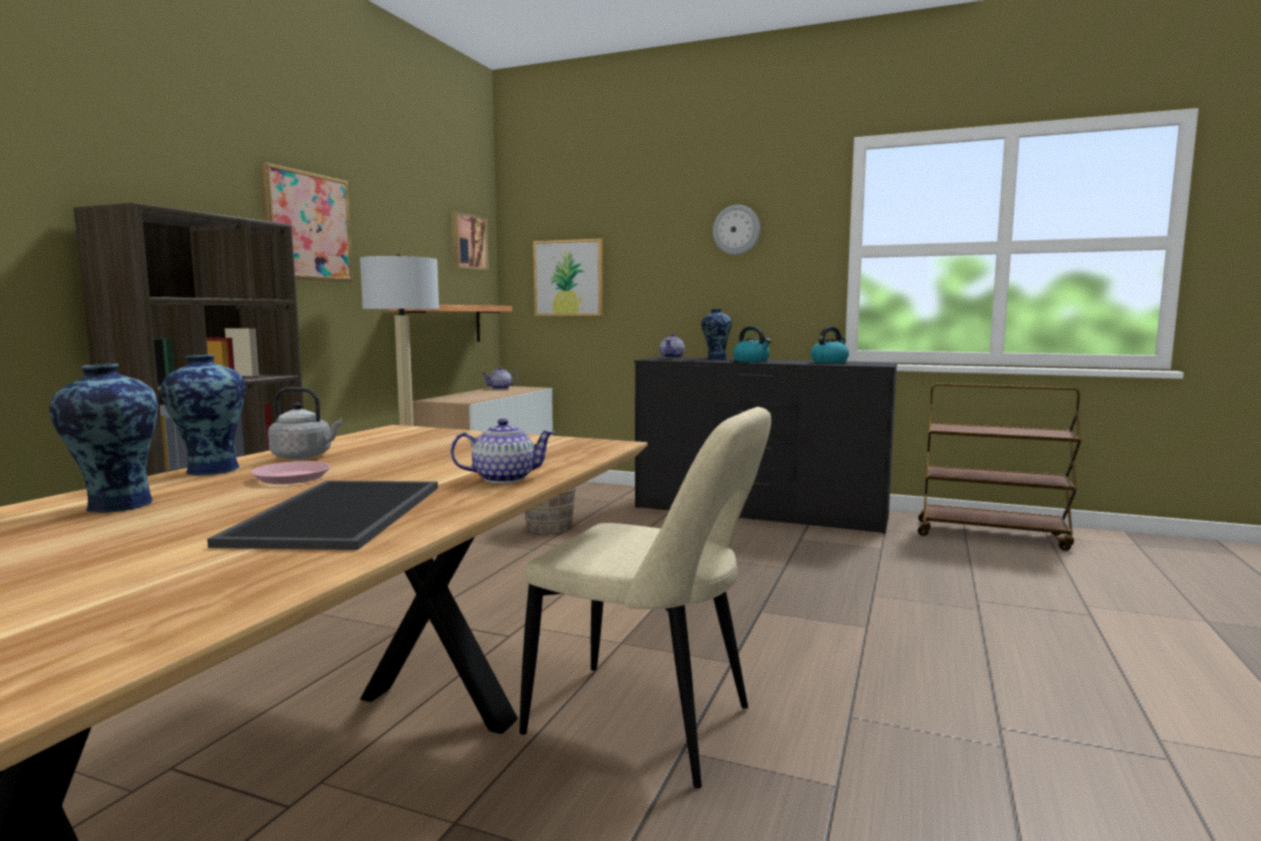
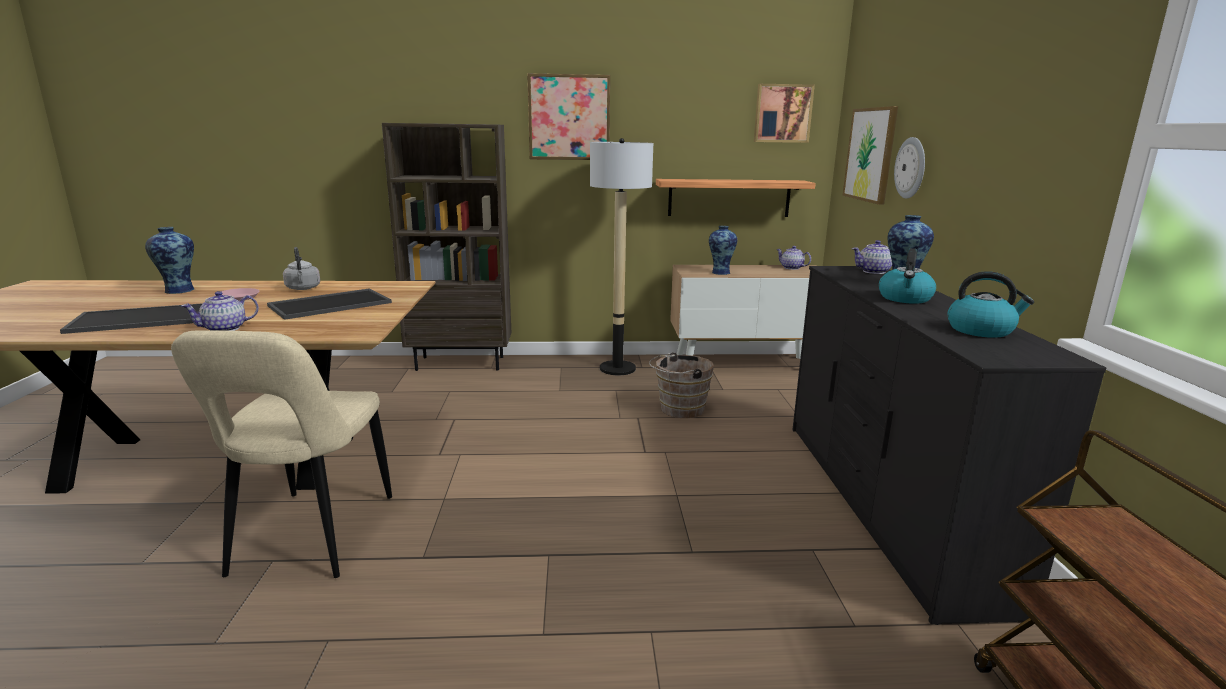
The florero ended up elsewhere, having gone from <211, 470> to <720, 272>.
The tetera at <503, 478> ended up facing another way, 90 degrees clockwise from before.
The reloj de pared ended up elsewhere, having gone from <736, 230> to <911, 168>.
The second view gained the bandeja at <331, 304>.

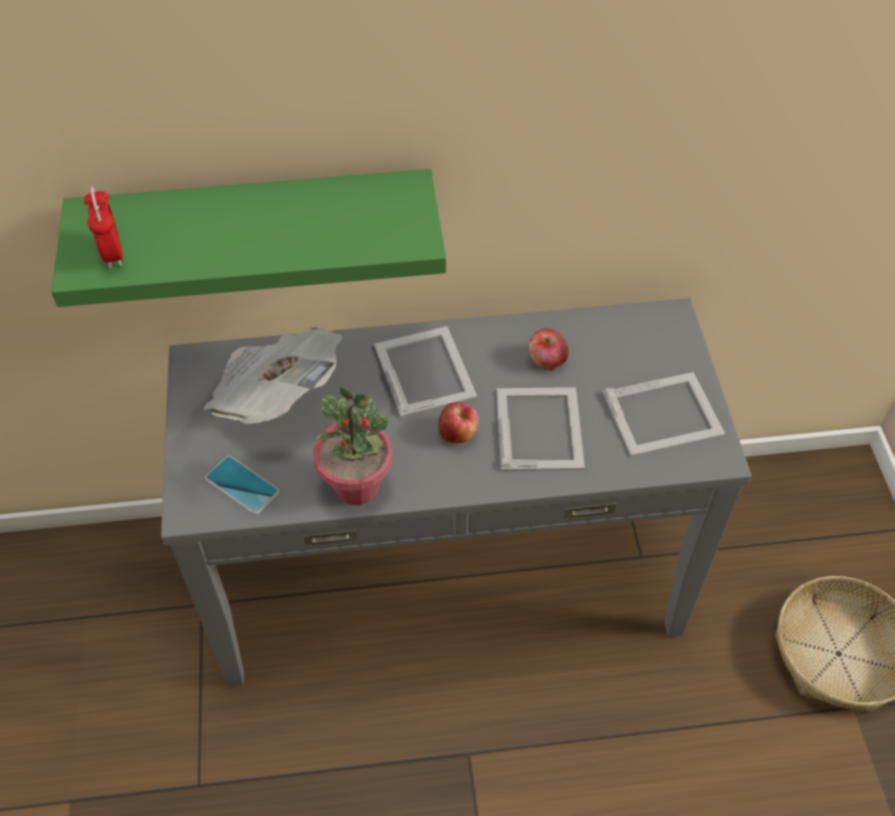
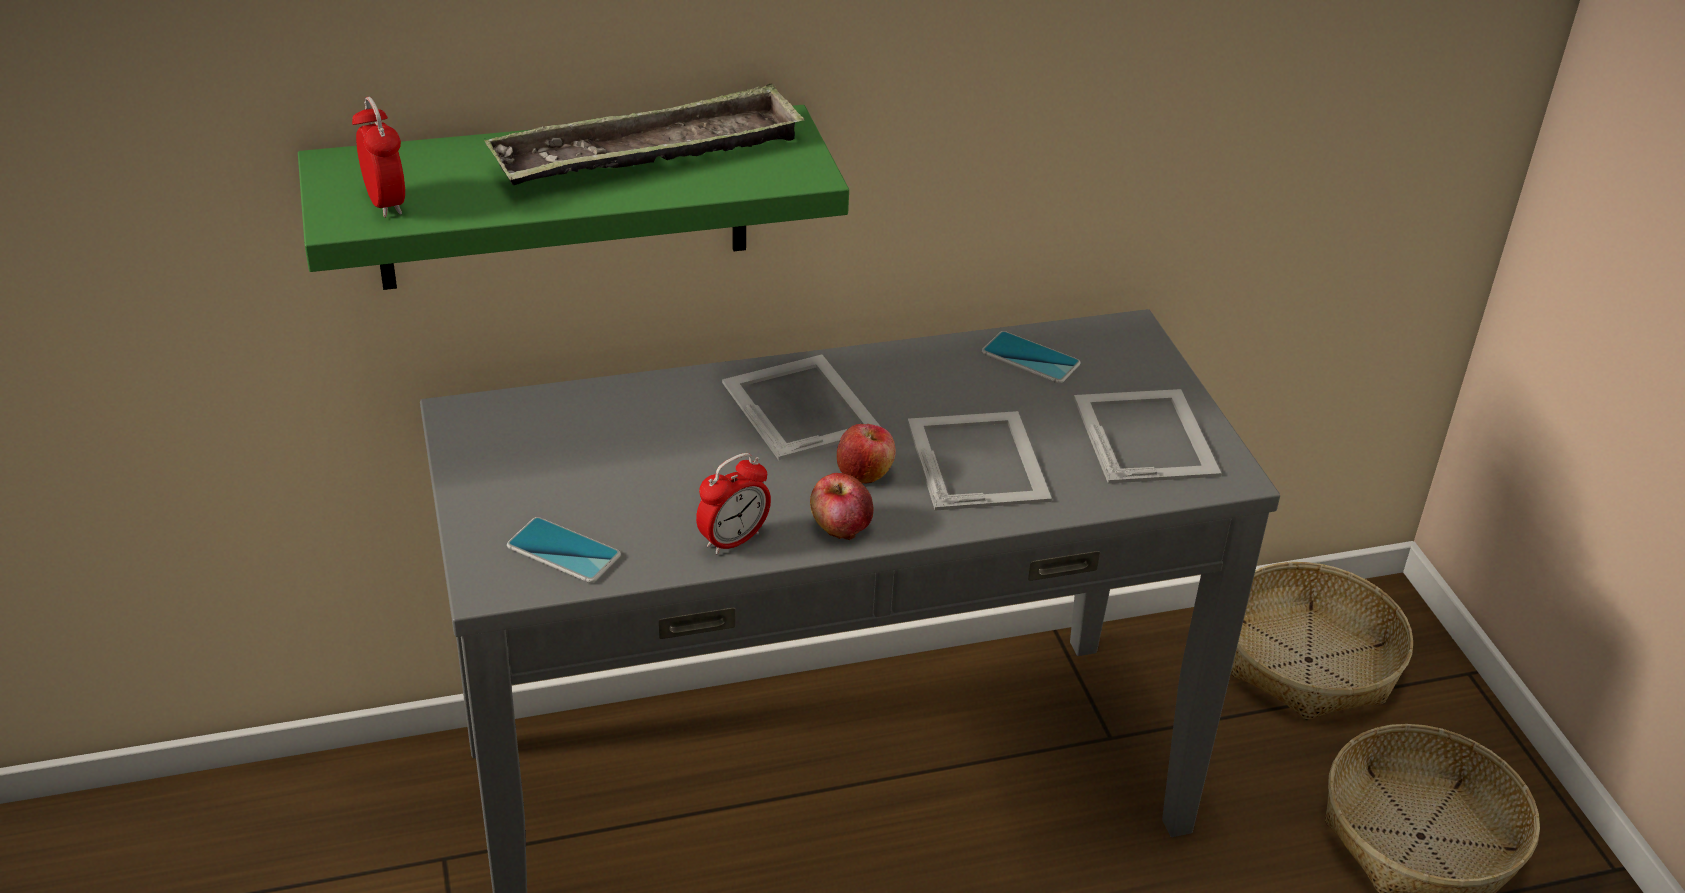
The second view lost the periódico at <276, 396>.
Where the planta en maceta stood at <357, 485>, the despertador came to stand at <733, 540>.
The manzana ended up elsewhere, having gone from <546, 360> to <840, 526>.
The portarretratos at <664, 414> ended up facing another way, 75 degrees counterclockwise from before.
The second view gained the bandeja at <649, 154>.
The second view gained the móvil at <1030, 359>.
The second view gained the cesta at <1309, 661>.

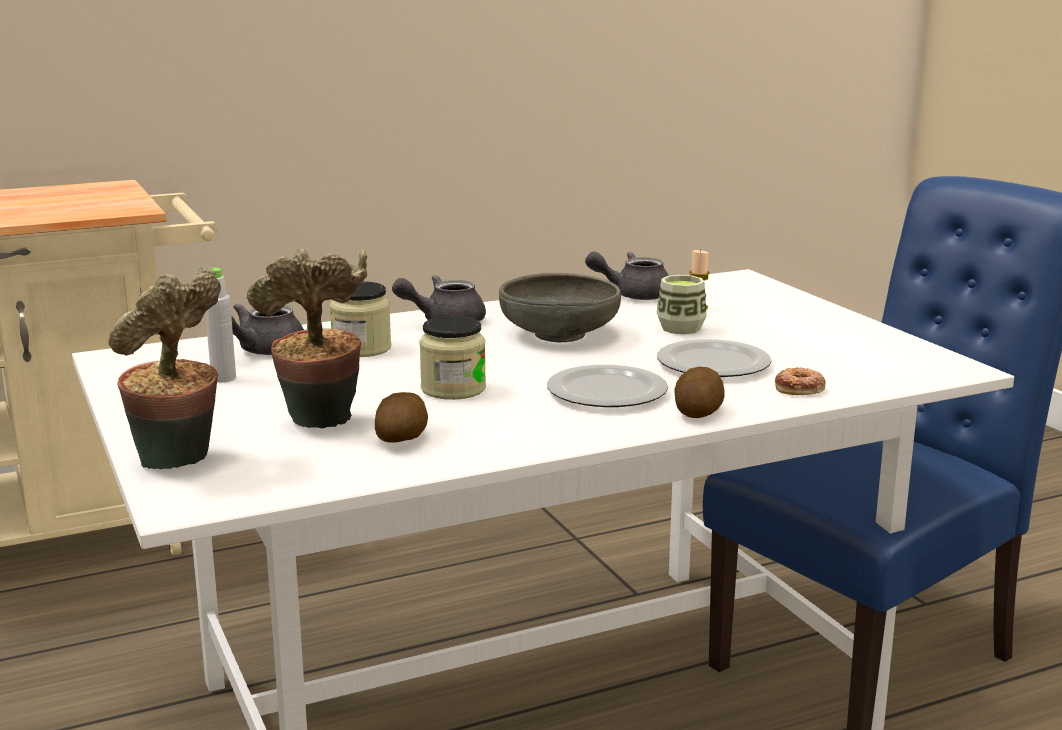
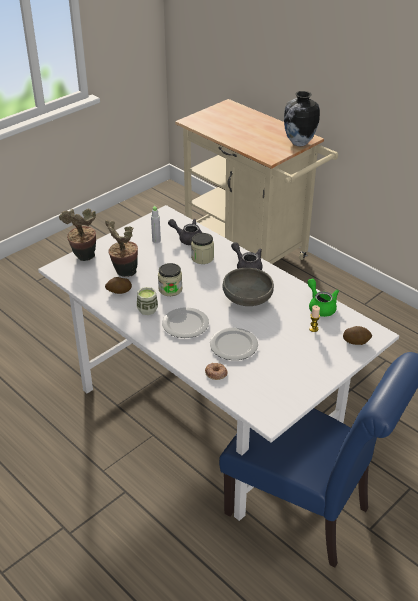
What was the tetera (gris) at <632, 295> turned into the tetera (verde) at <320, 306>.
The taza ended up elsewhere, having gone from <680, 328> to <147, 310>.
The patata ended up elsewhere, having gone from <698, 412> to <356, 341>.
The second view gained the florero at <299, 143>.

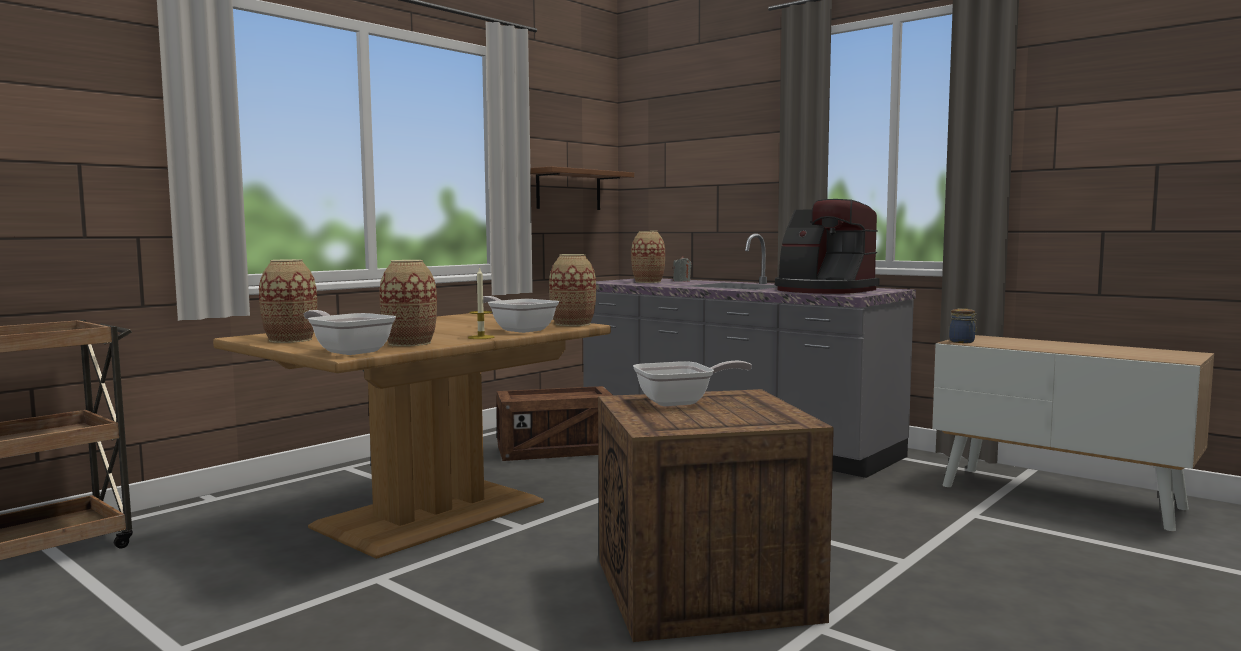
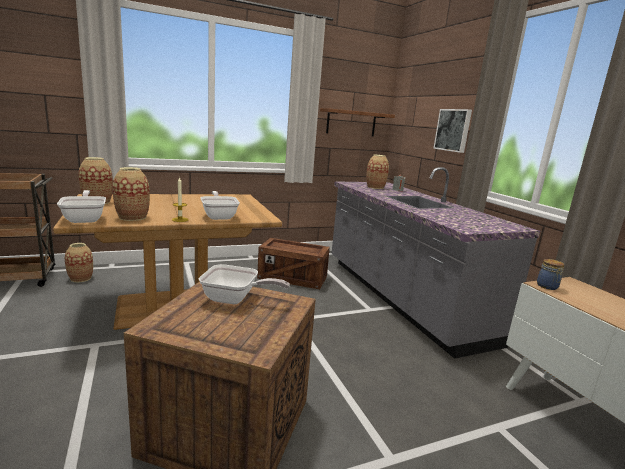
The florero ended up elsewhere, having gone from <573, 324> to <81, 278>.
The second view lost the cafetera at <823, 290>.
The second view gained the cuadro at <453, 130>.

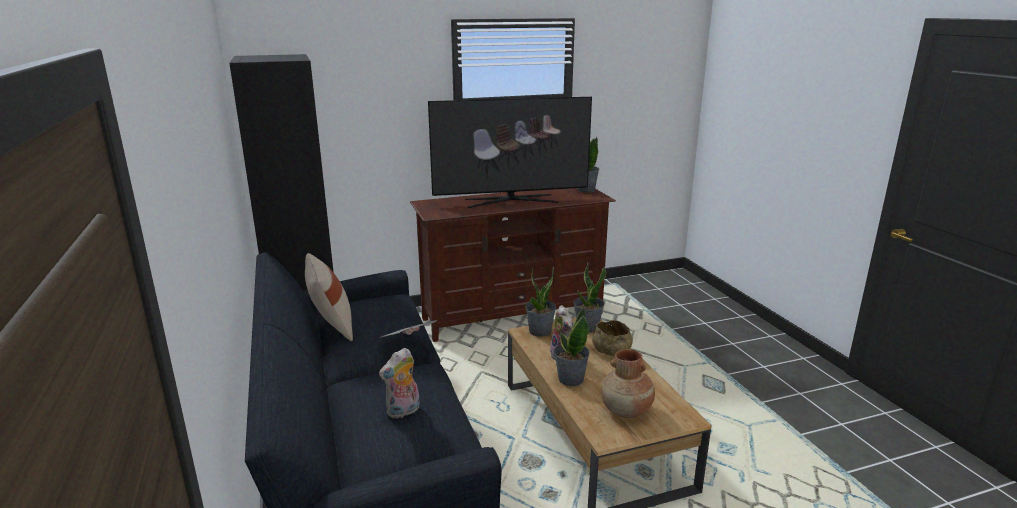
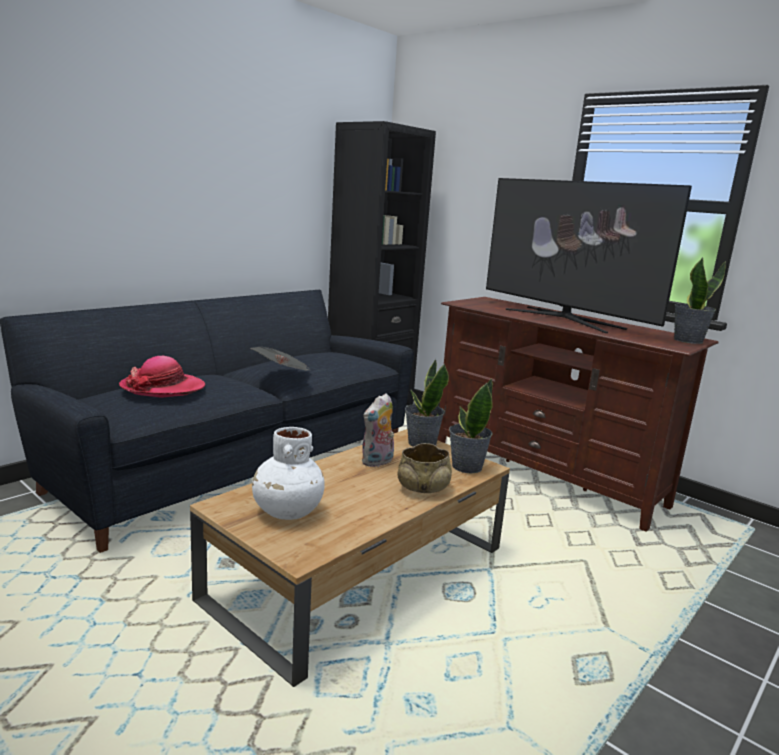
The second view lost the cojín (beis) at <331, 327>.
Where the peluche stood at <403, 412>, the sombrero came to stand at <163, 388>.
The second view lost the planta en maceta at <570, 379>.
What was the florero (marrón) at <626, 410> turned into the florero (blanco) at <287, 512>.

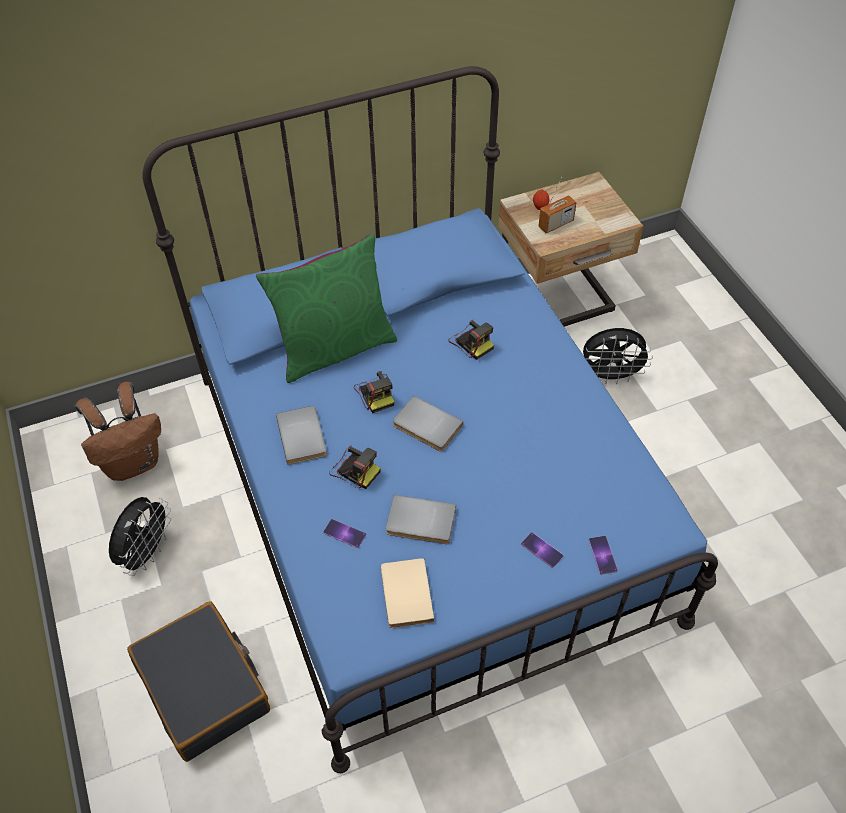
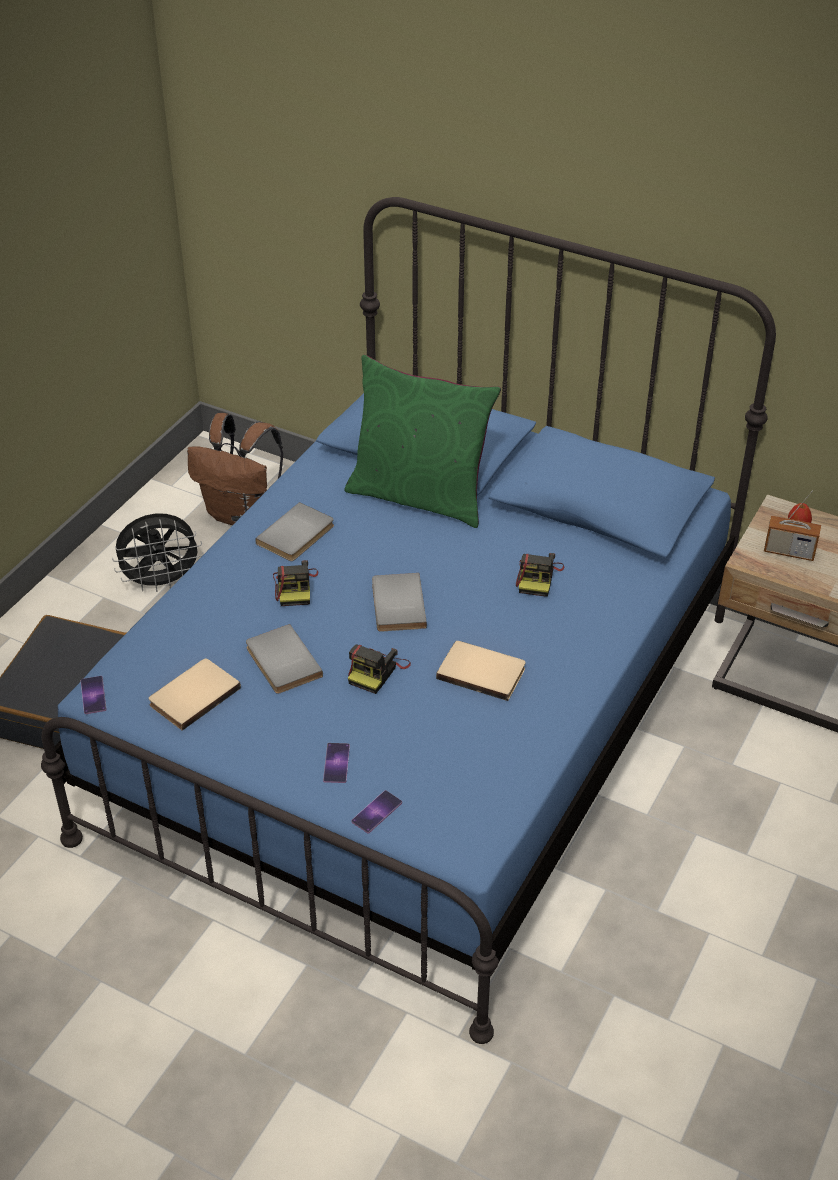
The móvil ended up elsewhere, having gone from <344, 533> to <93, 695>.
The cámara ended up elsewhere, having gone from <375, 393> to <377, 671>.
The second view lost the ventilador (negro) at <610, 376>.
The second view gained the libro (beis) at <482, 671>.

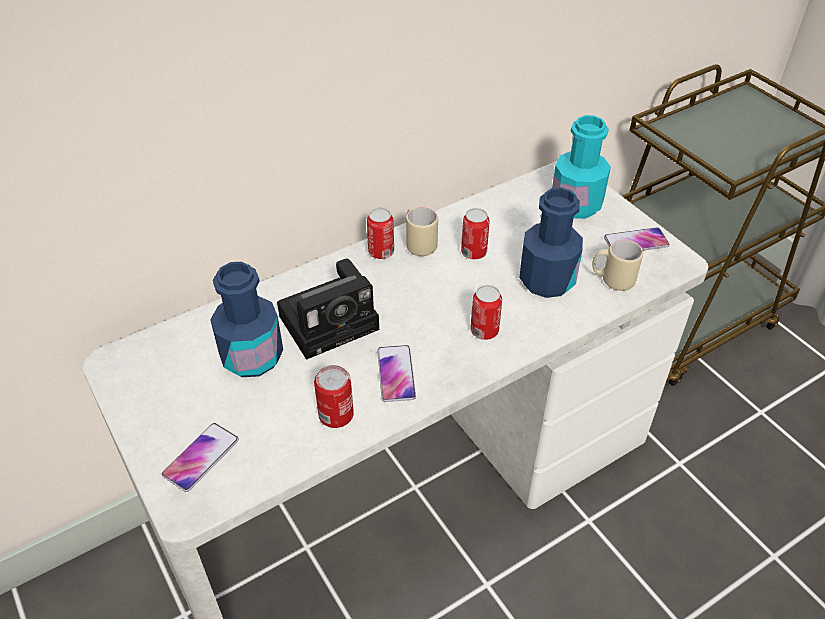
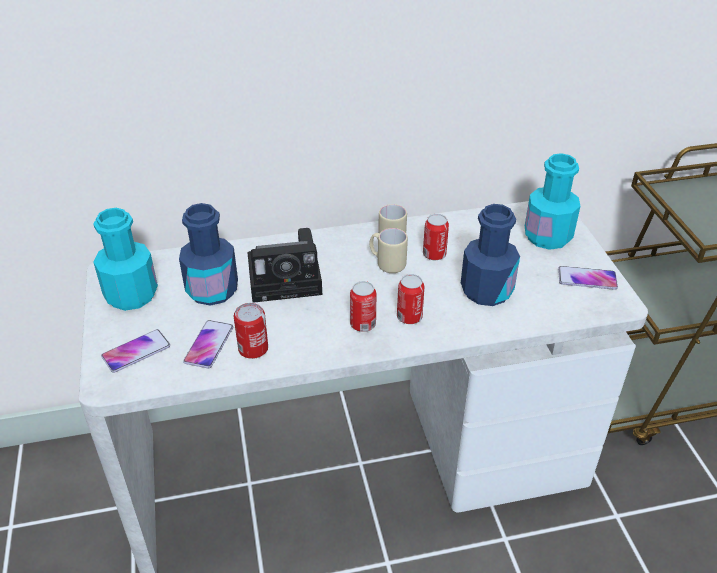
The lata ended up elsewhere, having gone from <381, 252> to <363, 324>.
The móvil ended up elsewhere, having gone from <396, 374> to <209, 345>.
The taza grande (beis) ended up elsewhere, having gone from <612, 280> to <387, 264>.
The second view gained the botella (turquesa) at <131, 295>.

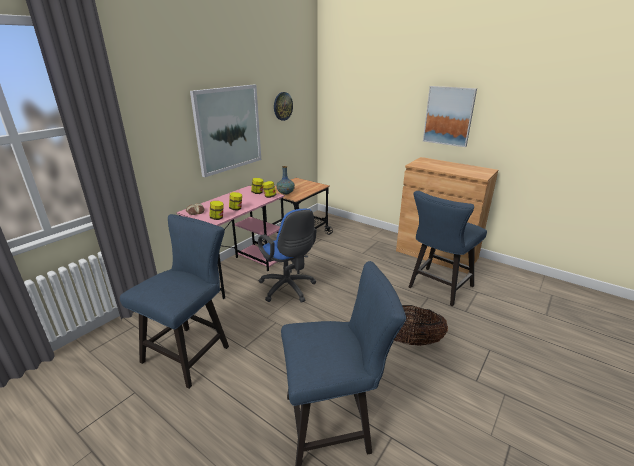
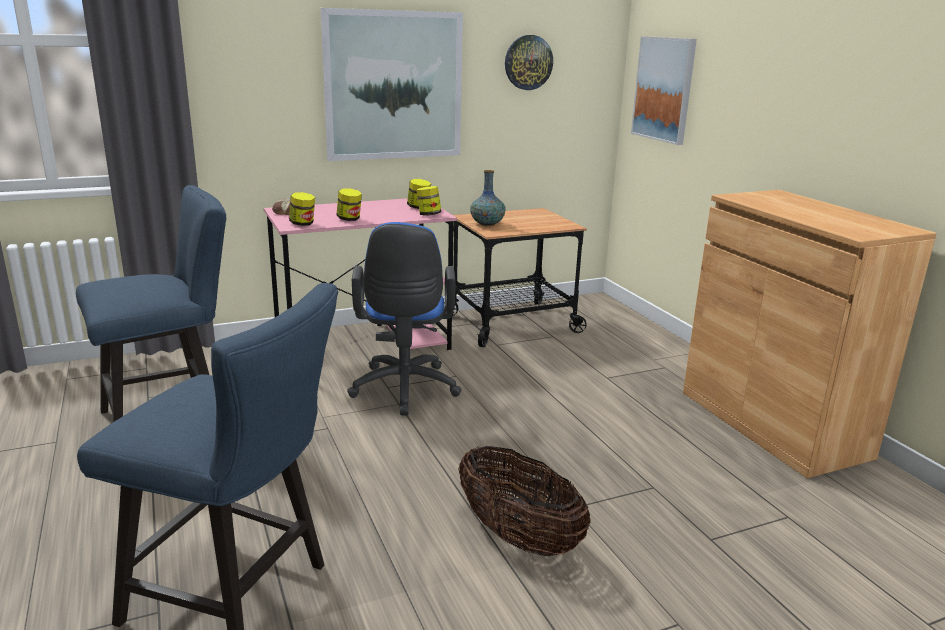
The second view lost the silla (azul) at <437, 288>.
The cuadro ended up elsewhere, having gone from <448, 116> to <664, 89>.

